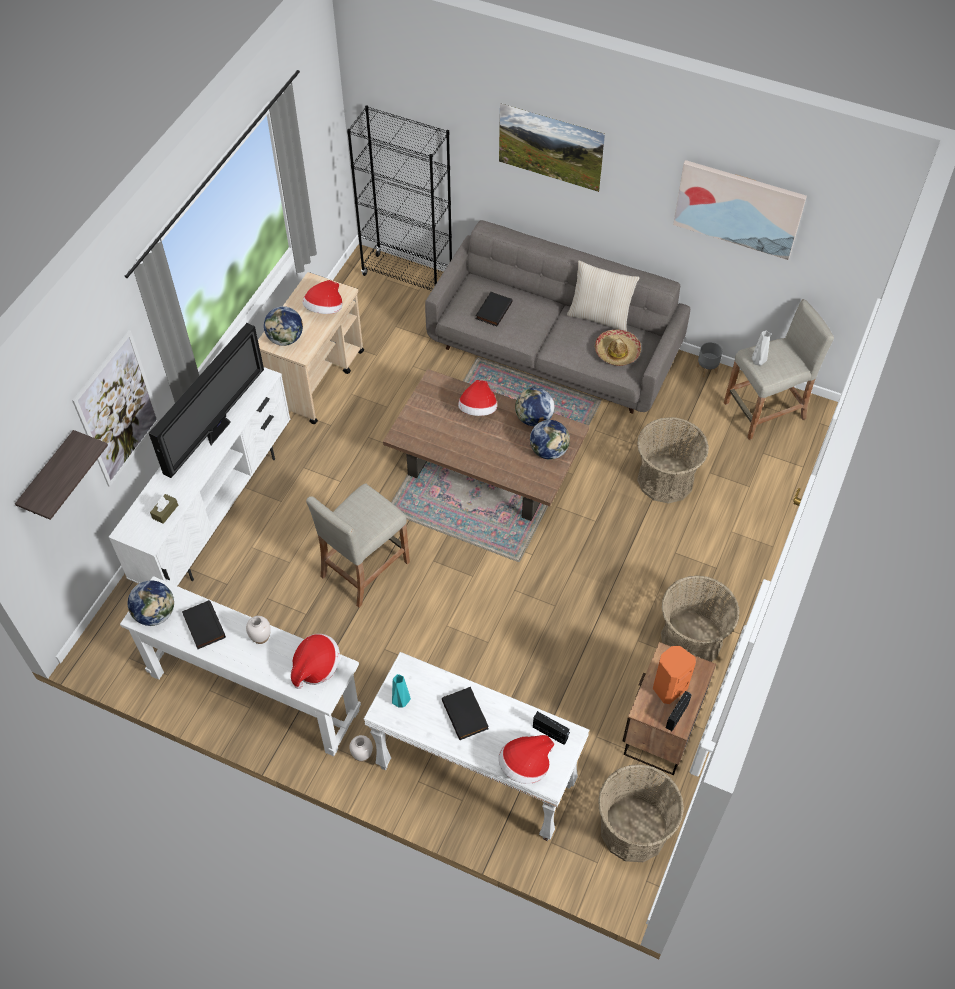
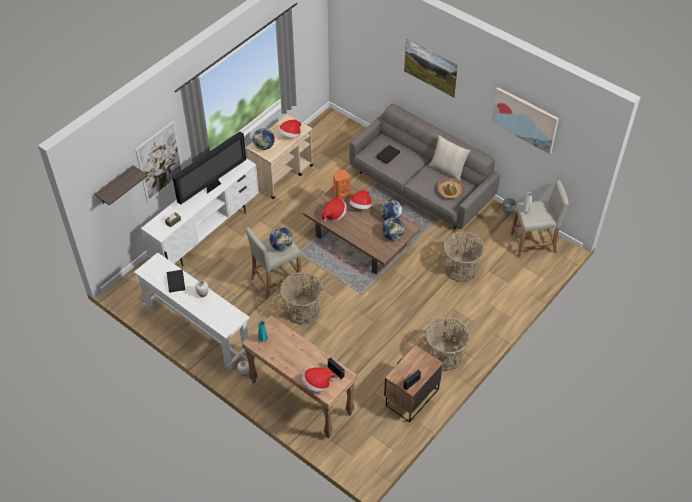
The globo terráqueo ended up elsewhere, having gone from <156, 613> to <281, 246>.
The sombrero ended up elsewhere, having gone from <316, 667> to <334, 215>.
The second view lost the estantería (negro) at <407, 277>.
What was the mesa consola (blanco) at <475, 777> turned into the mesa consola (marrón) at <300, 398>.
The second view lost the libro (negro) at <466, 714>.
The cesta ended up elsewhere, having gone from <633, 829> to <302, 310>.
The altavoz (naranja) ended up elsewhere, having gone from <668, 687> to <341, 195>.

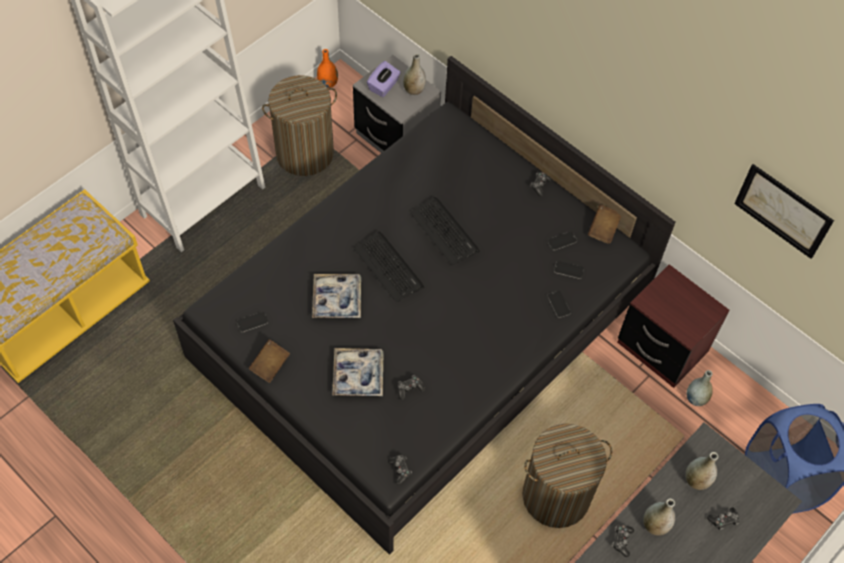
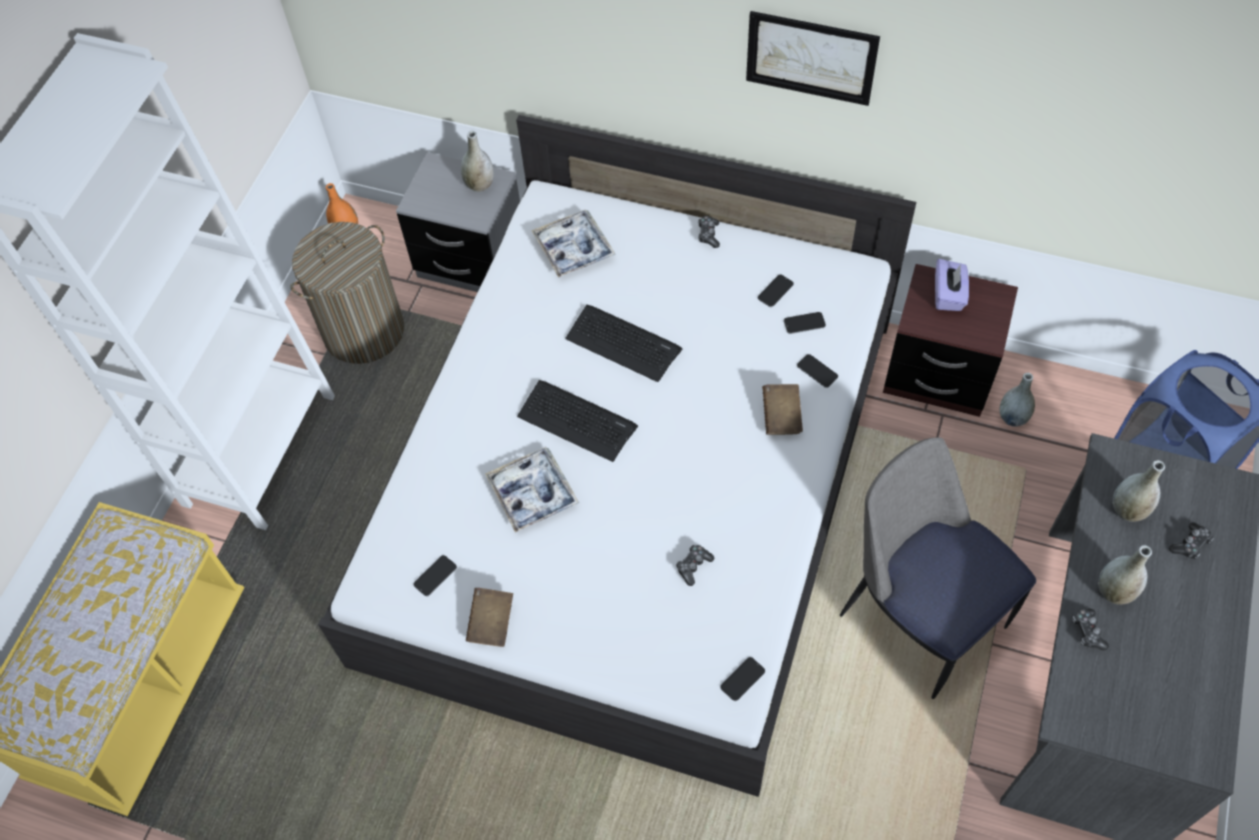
What was the cama (negro) at <419, 328> turned into the cama (blanco) at <634, 486>.
The bandeja ended up elsewhere, having gone from <358, 375> to <573, 248>.
The caja de pañuelos (morado) ended up elsewhere, having gone from <384, 86> to <948, 295>.
Where the mando de consola stood at <400, 470>, the móvil came to stand at <742, 679>.
Where the cesto de la ropa stood at <556, 495>, the silla came to stand at <919, 616>.
The libro (marrón) ended up elsewhere, having gone from <603, 229> to <781, 416>.
The cuadro ended up elsewhere, having gone from <783, 211> to <811, 57>.

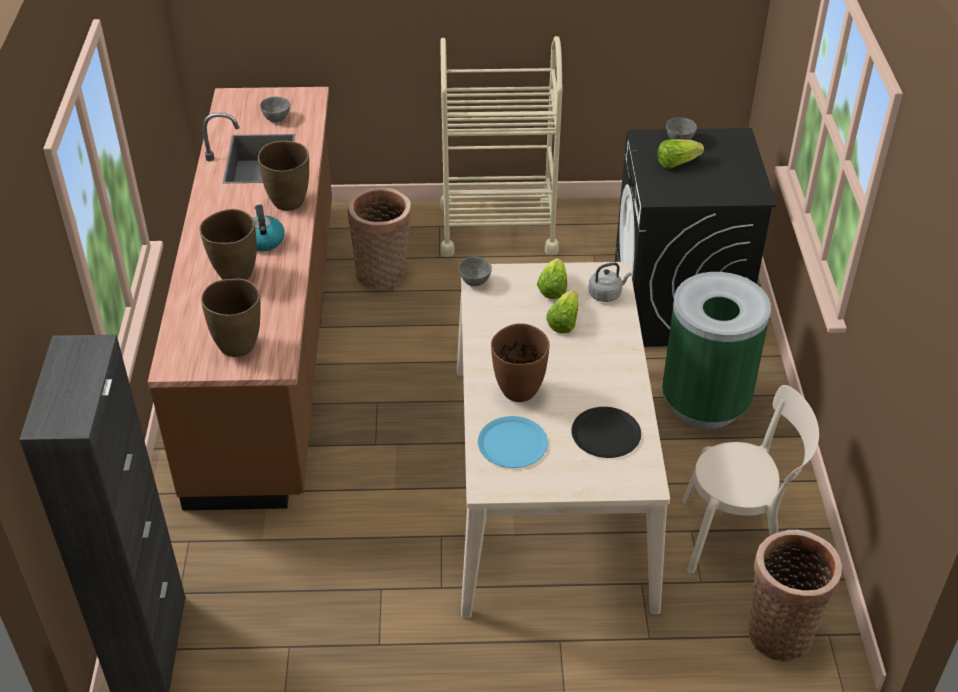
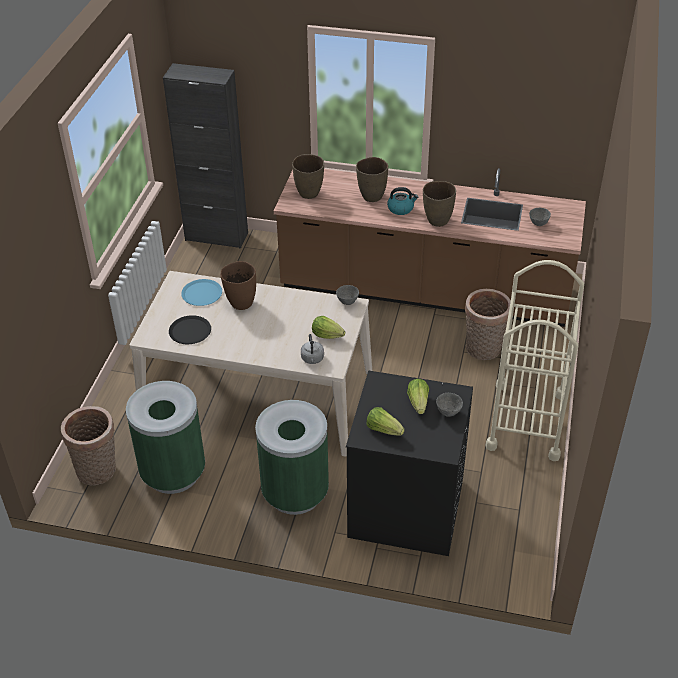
The lechuga ended up elsewhere, having gone from <563, 322> to <383, 429>.
Where the silla (beis) stood at <737, 537>, the papelera (verde) came to stand at <173, 473>.

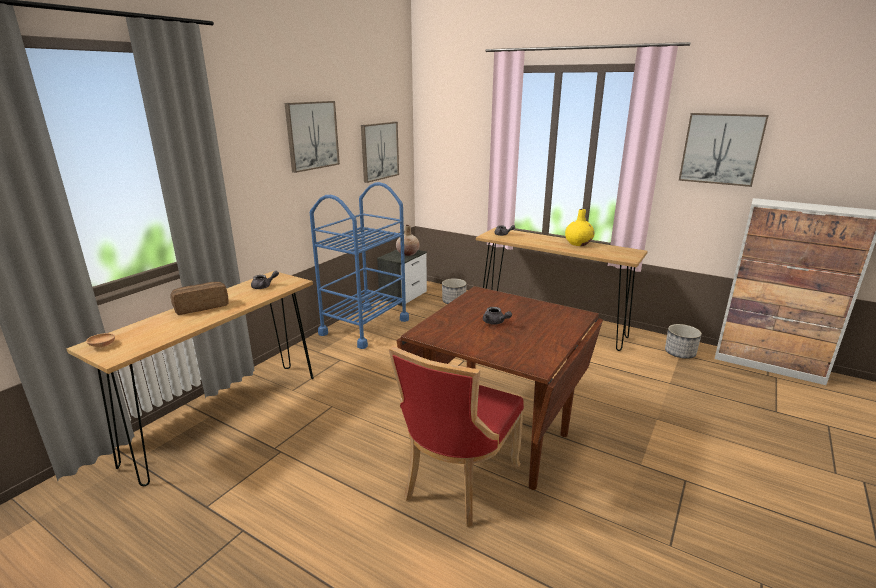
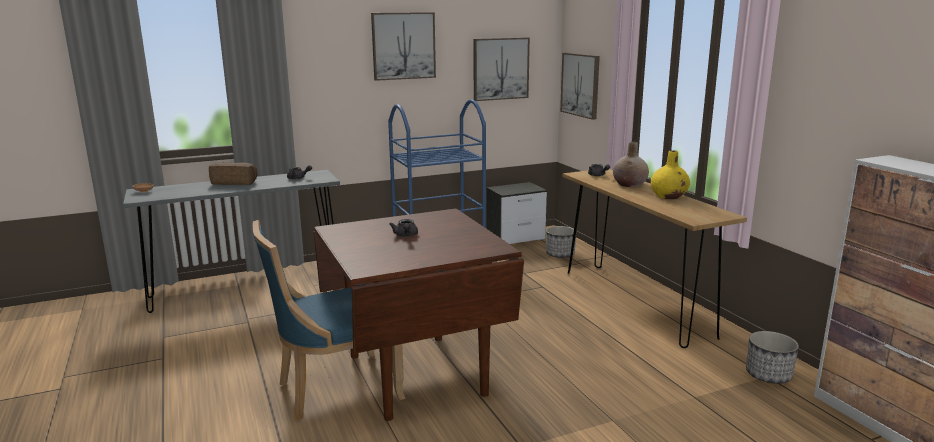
What was the mesa consola (marrón) at <228, 417> turned into the mesa consola (gris) at <247, 289>.
What was the silla (rojo) at <457, 482> turned into the silla (azul) at <334, 389>.
The florero (beis) ended up elsewhere, having gone from <408, 253> to <630, 184>.
The cuadro ended up elsewhere, having gone from <721, 149> to <580, 85>.

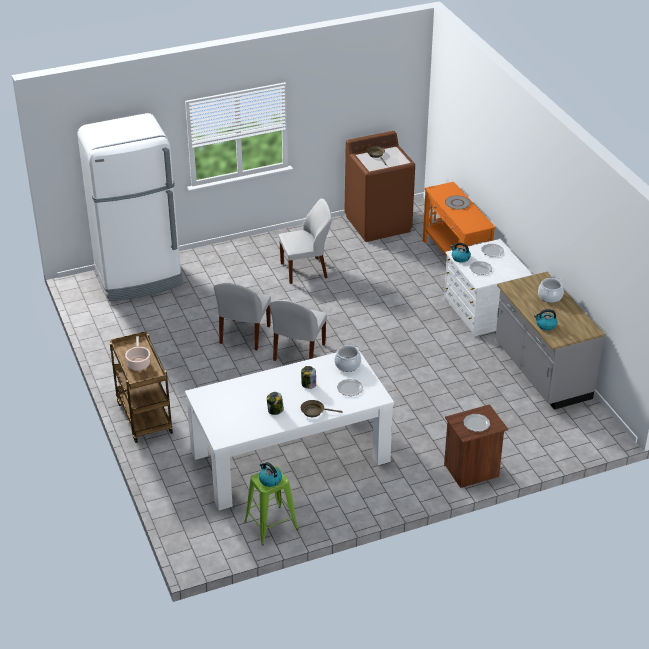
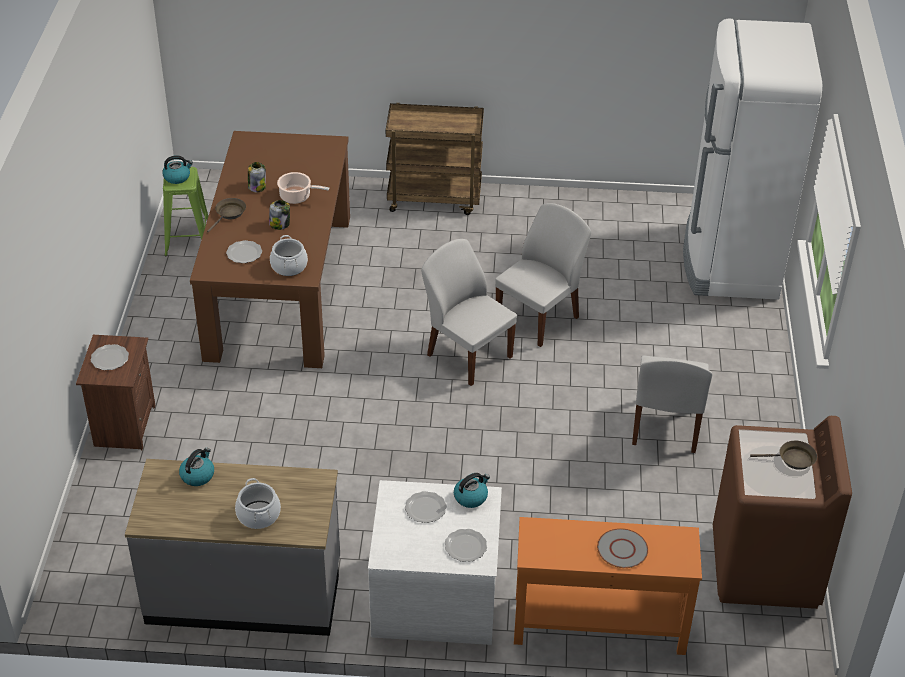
The olla ended up elsewhere, having gone from <138, 363> to <297, 197>.
What was the mesa de comedor (blanco) at <290, 456> turned into the mesa de comedor (marrón) at <280, 285>.
The silla (blanco) at <244, 336> ended up facing another way, 90 degrees clockwise from before.

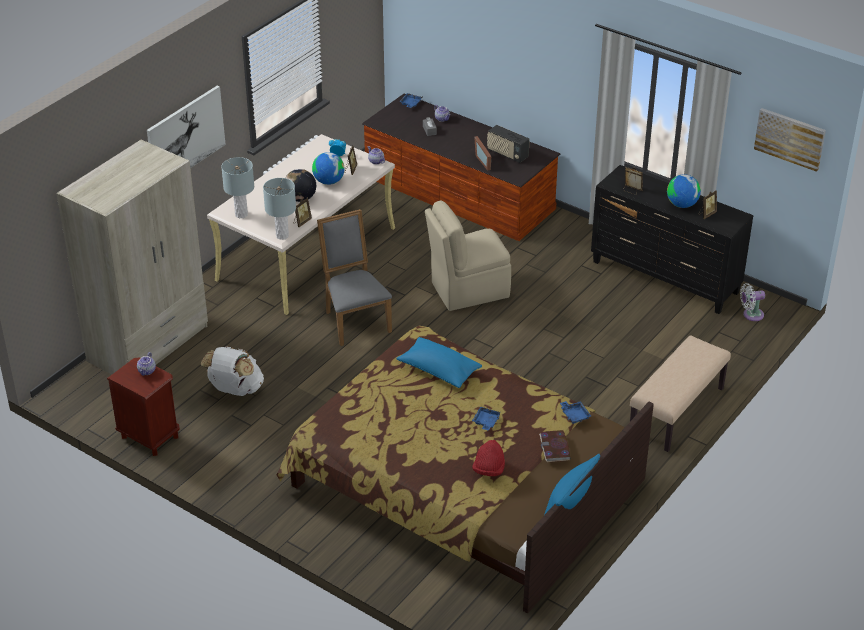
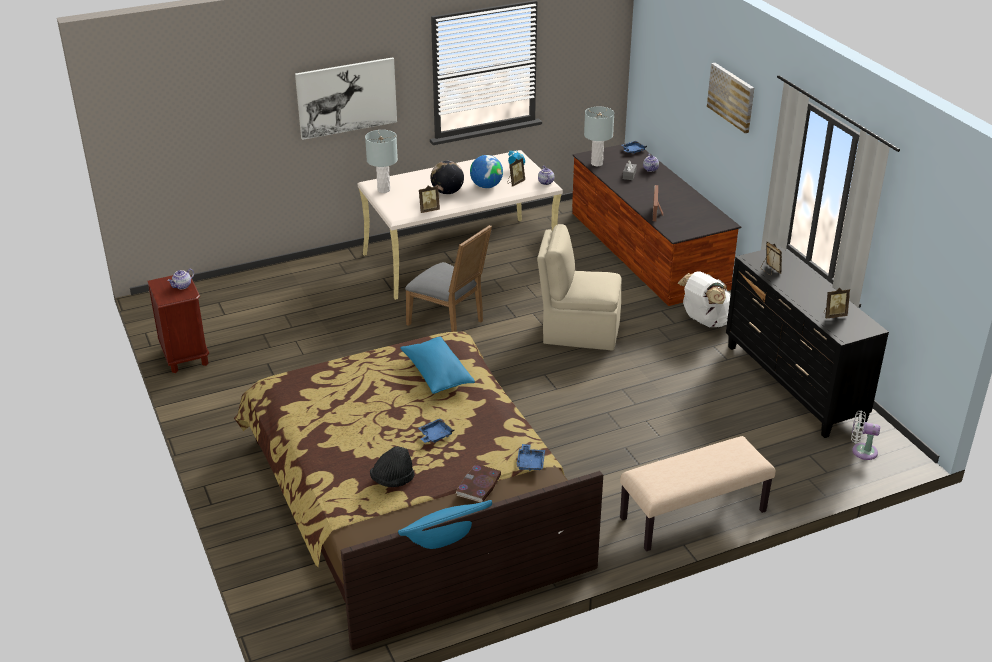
The second view lost the armario ropero (beis) at <149, 344>.
The mochila (blanco) ended up elsewhere, having gone from <235, 390> to <705, 321>.
The lámpara de mesa (gris) ended up elsewhere, having gone from <282, 236> to <596, 163>.
The silla (gris) at <354, 320> ended up facing another way, 120 degrees clockwise from before.
What was the sombrero (rojo) at <489, 470> turned into the sombrero (negro) at <392, 480>.
The second view lost the radio at <507, 154>.
The second view lost the globo terráqueo at <682, 205>.
The cuadro ended up elsewhere, having gone from <790, 138> to <731, 97>.

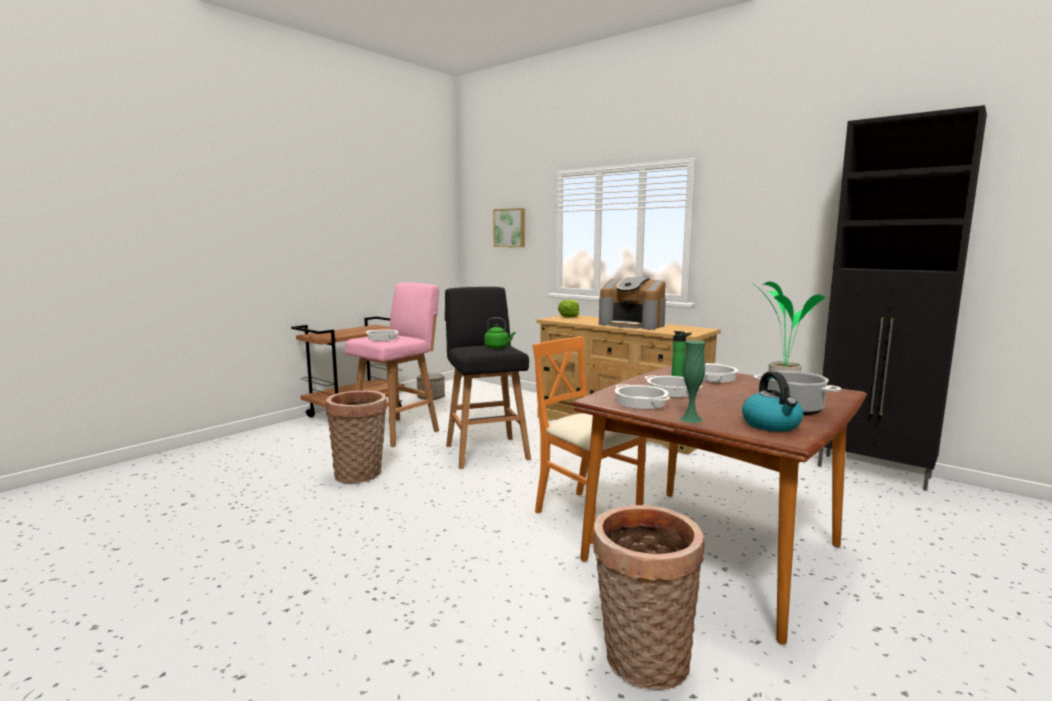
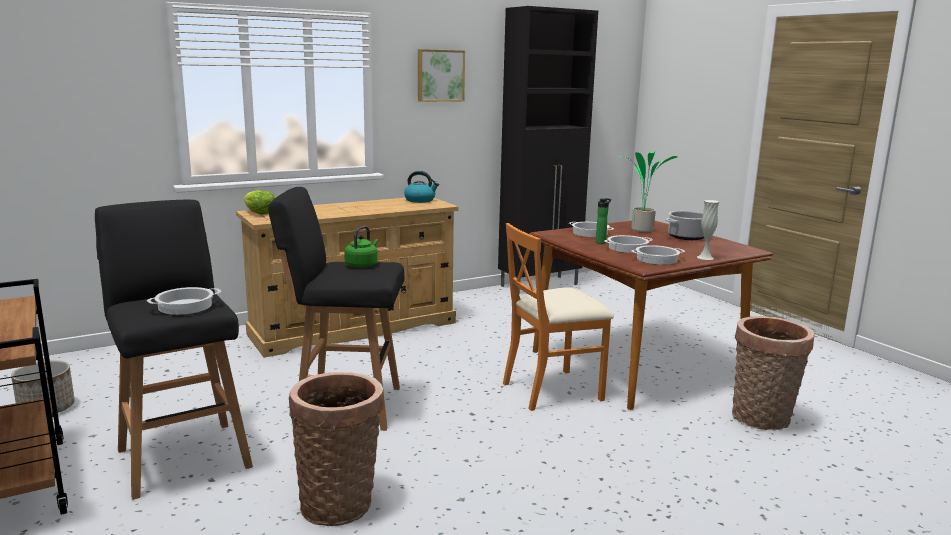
What was the taburete (rosa) at <398, 431> turned into the taburete (negro) at <183, 456>.
The cuadro ended up elsewhere, having gone from <510, 228> to <440, 75>.
The second view lost the cafetera at <632, 324>.
What was the florero (verde) at <691, 419> turned into the florero (blanco) at <705, 257>.
The hervidor ended up elsewhere, having gone from <772, 425> to <420, 200>.

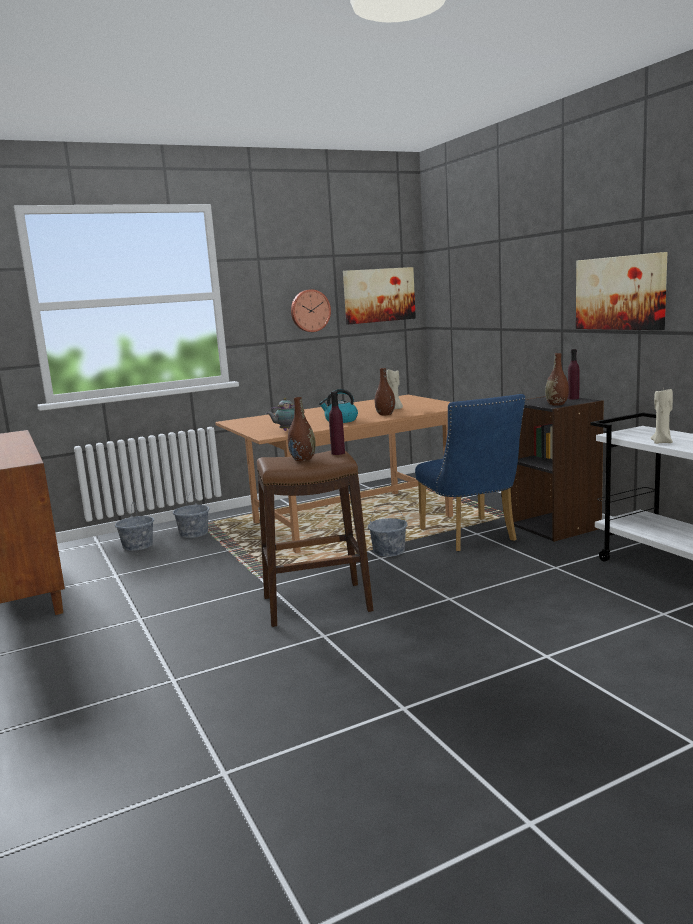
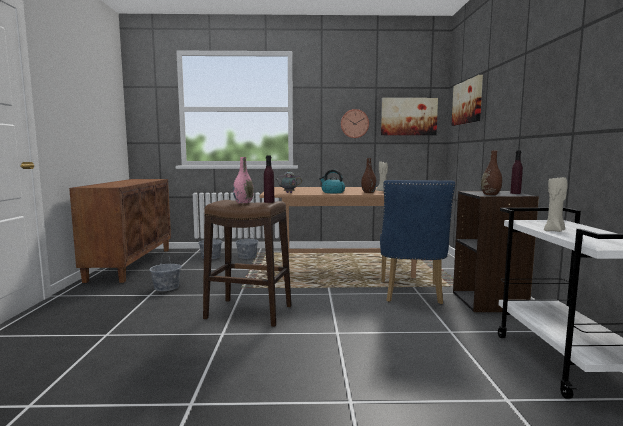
What was the florero (marrón) at <303, 459> turned into the florero (rosa) at <243, 203>.
The cubo (gris) ended up elsewhere, having gone from <388, 551> to <166, 287>.
The cuadro ended up elsewhere, having gone from <620, 293> to <467, 102>.

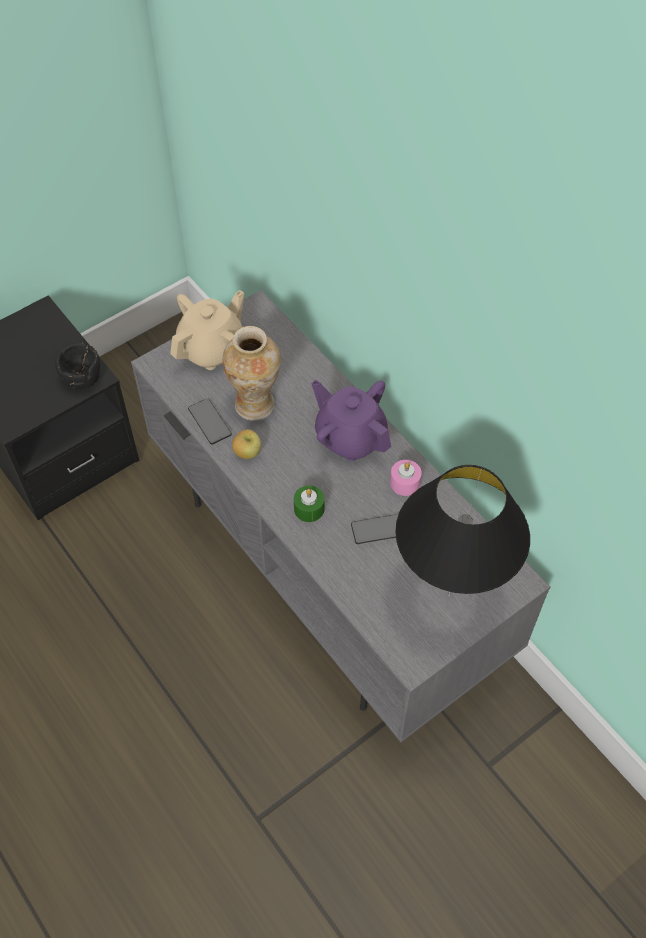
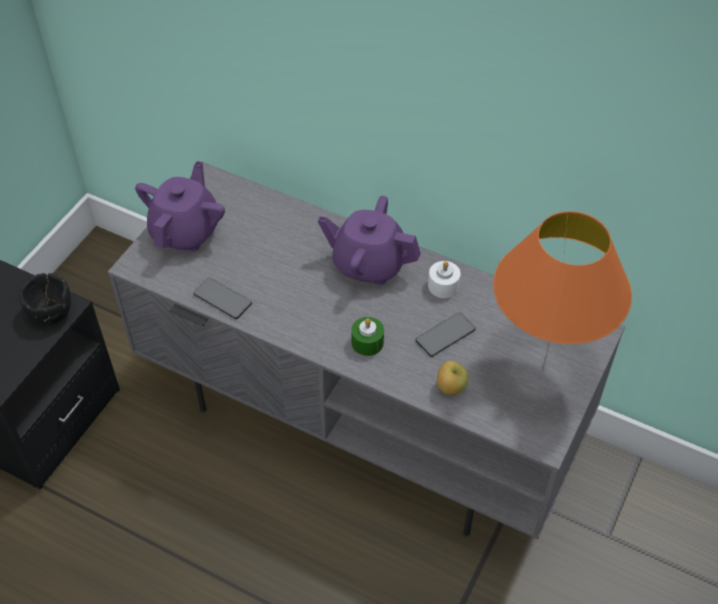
What was the tetera (beis) at <212, 349> turned into the tetera (morado) at <186, 231>.
The second view lost the florero at <255, 406>.
The manzana ended up elsewhere, having gone from <247, 453> to <450, 387>.
What was the vela (rosa) at <405, 483> turned into the vela (blanco) at <443, 286>.
What was the lámpara de mesa (negro) at <448, 595> turned into the lámpara de mesa (naranja) at <541, 369>.

